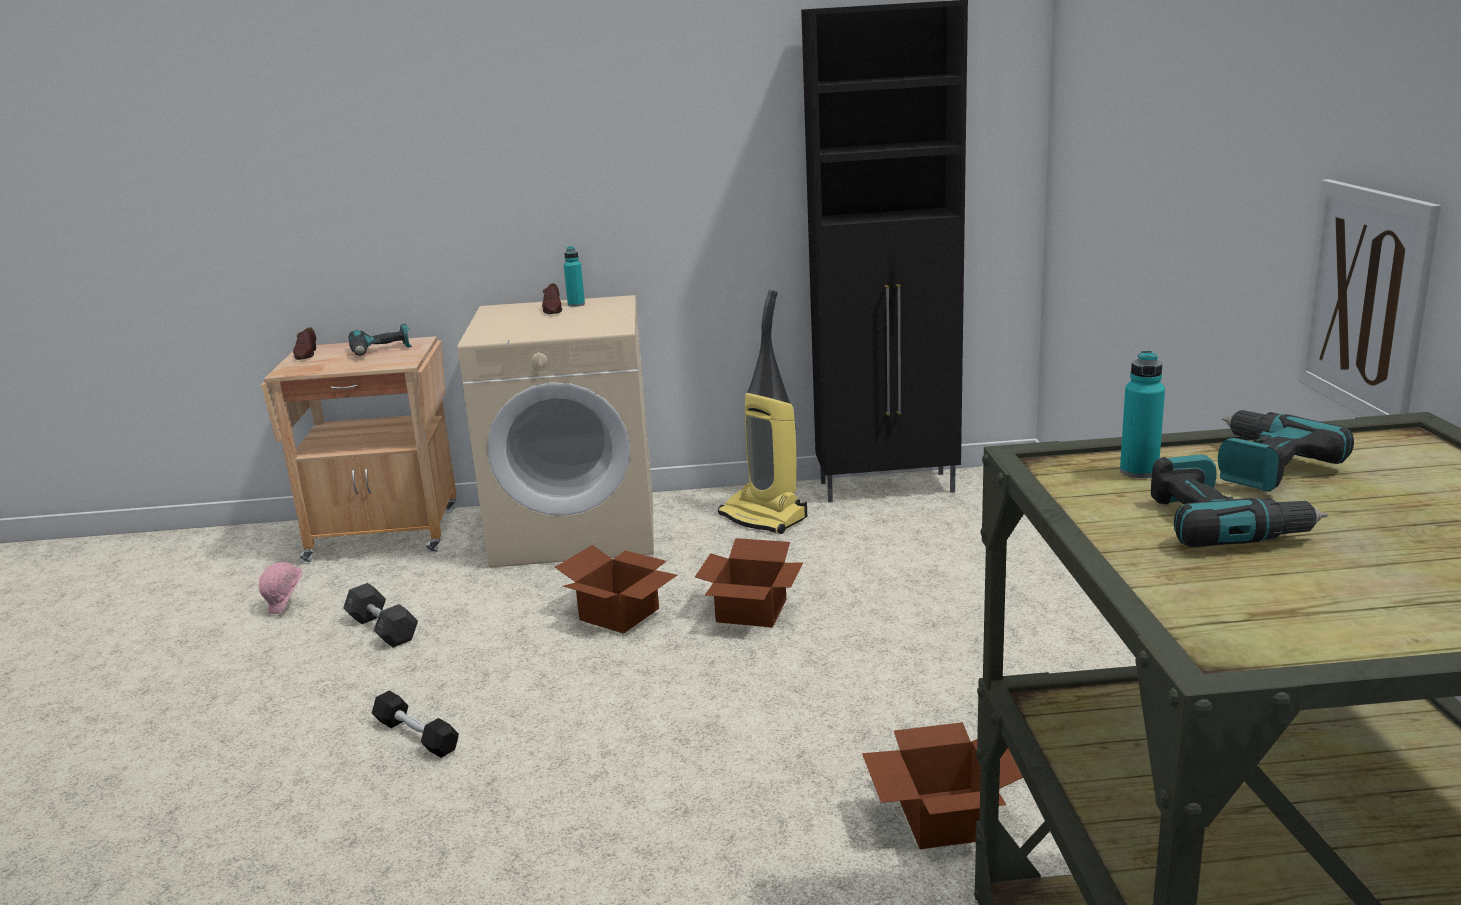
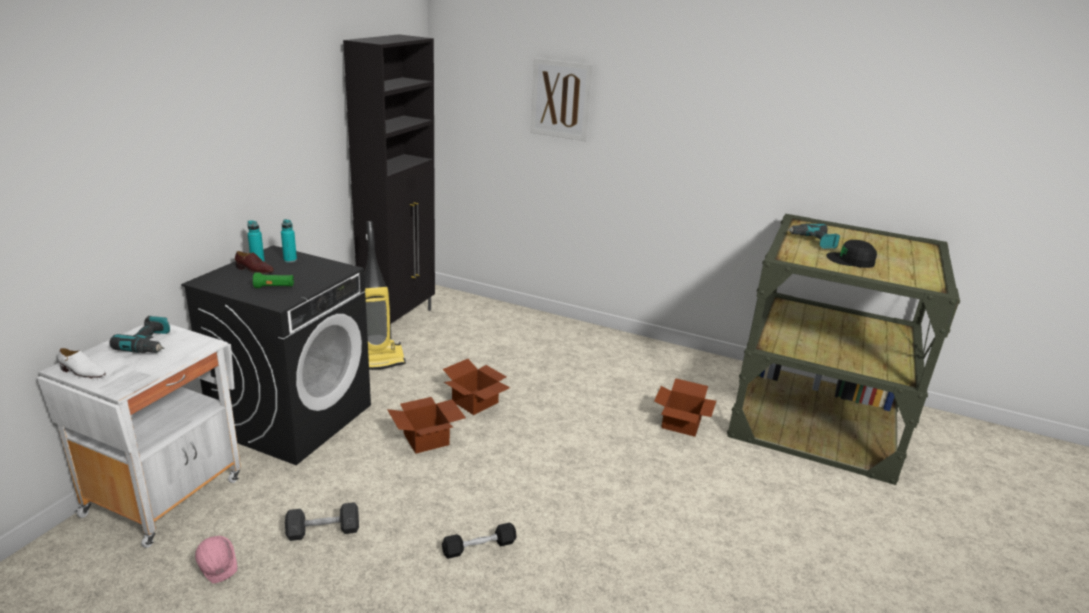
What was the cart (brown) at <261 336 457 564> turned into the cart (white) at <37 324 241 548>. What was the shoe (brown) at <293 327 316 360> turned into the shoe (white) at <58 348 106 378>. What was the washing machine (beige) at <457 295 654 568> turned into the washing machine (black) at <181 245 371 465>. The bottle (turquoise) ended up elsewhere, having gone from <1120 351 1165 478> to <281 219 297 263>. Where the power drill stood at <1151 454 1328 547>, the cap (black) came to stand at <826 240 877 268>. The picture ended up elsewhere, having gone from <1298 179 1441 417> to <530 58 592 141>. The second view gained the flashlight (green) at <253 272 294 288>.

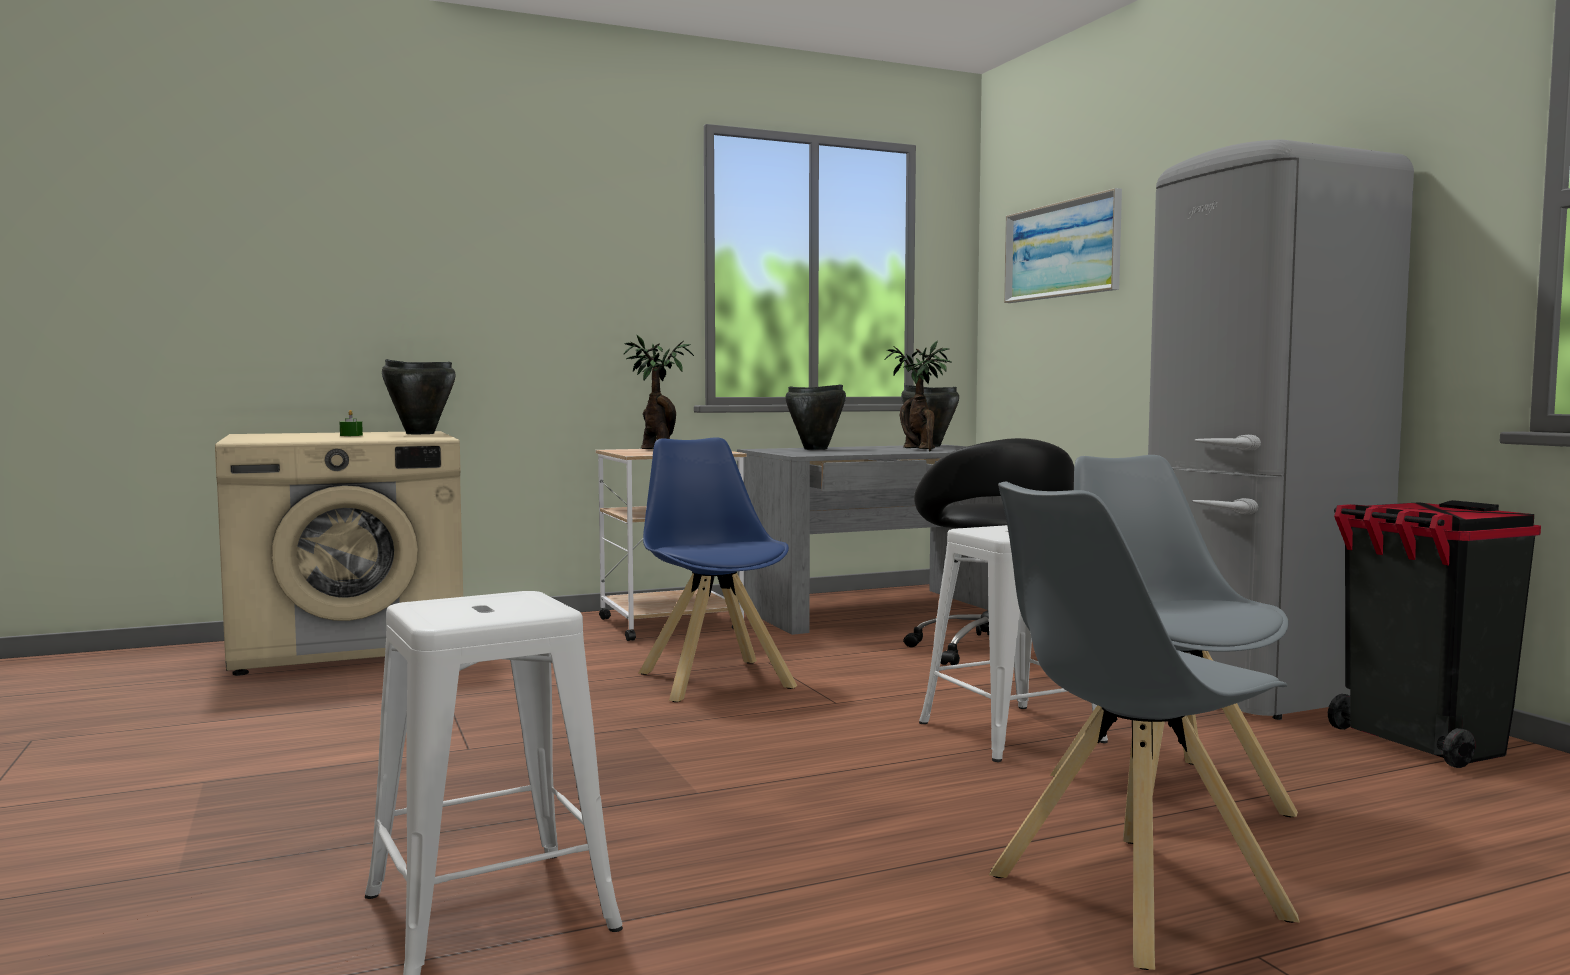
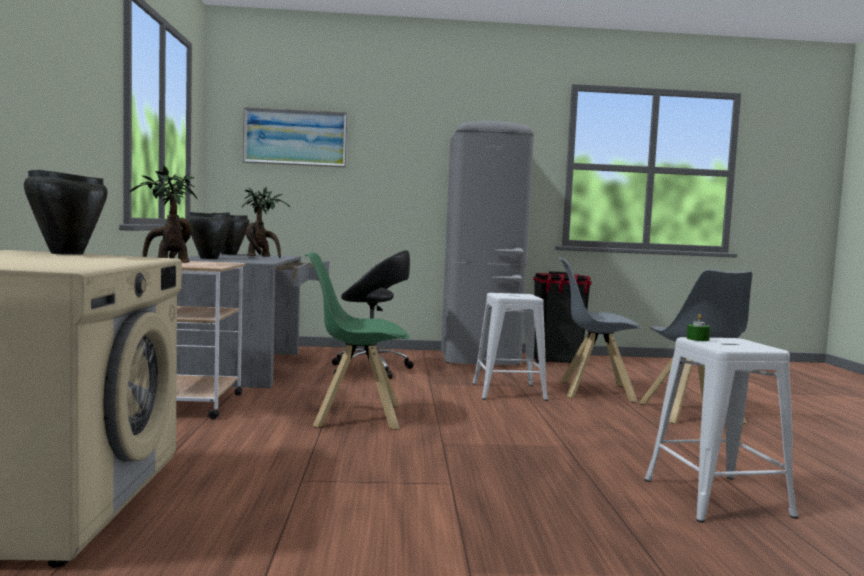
The candle (green) ended up elsewhere, having gone from <340 410 363 436> to <687 314 710 341>. What was the chair (blue) at <639 437 797 702> turned into the chair (green) at <305 252 409 430>.

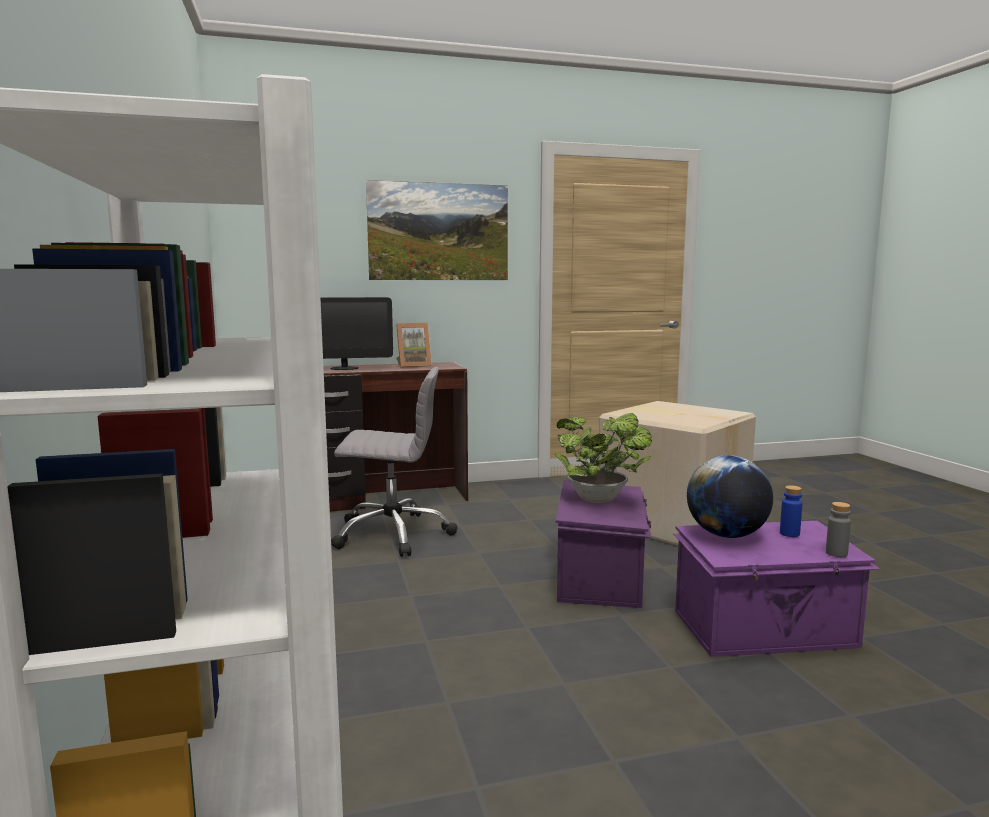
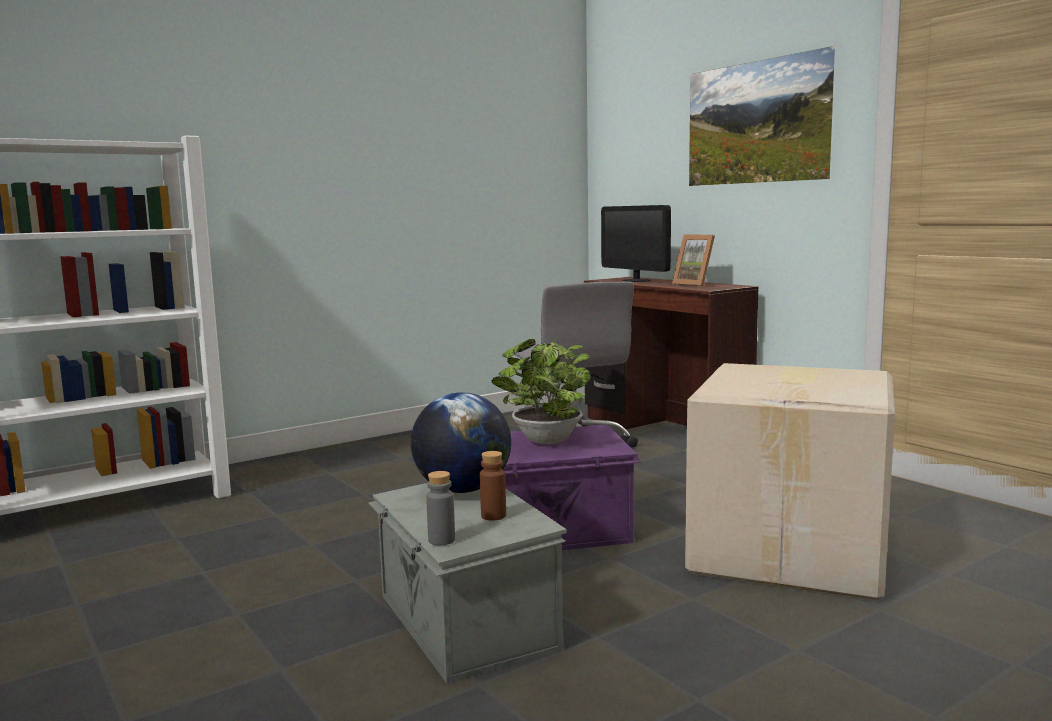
What was the storage box (purple) at <674 521 880 657> turned into the storage box (grey) at <368 483 567 683>. What was the bottle (blue) at <780 485 802 537> turned into the bottle (brown) at <480 451 506 521>.

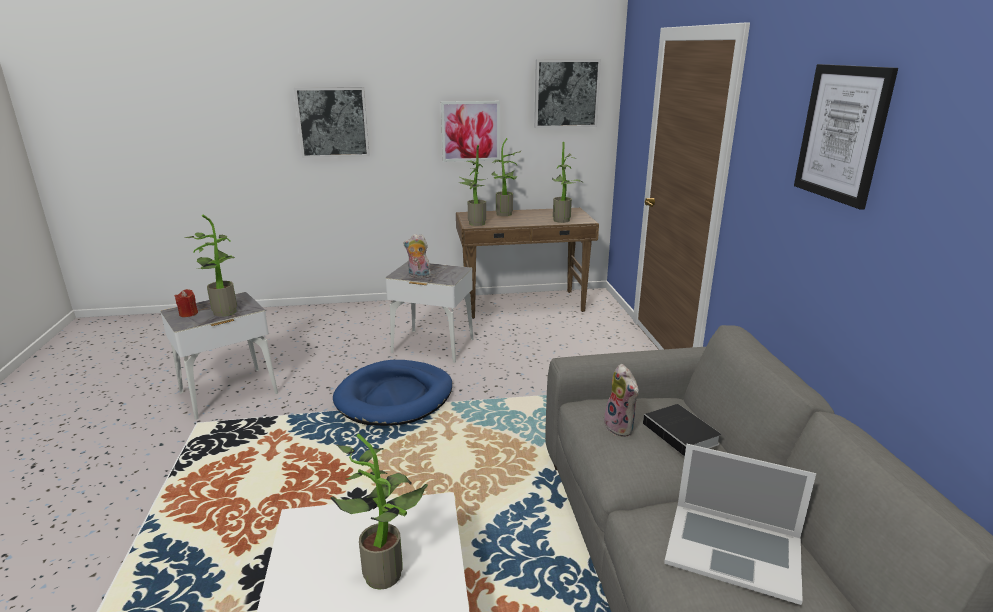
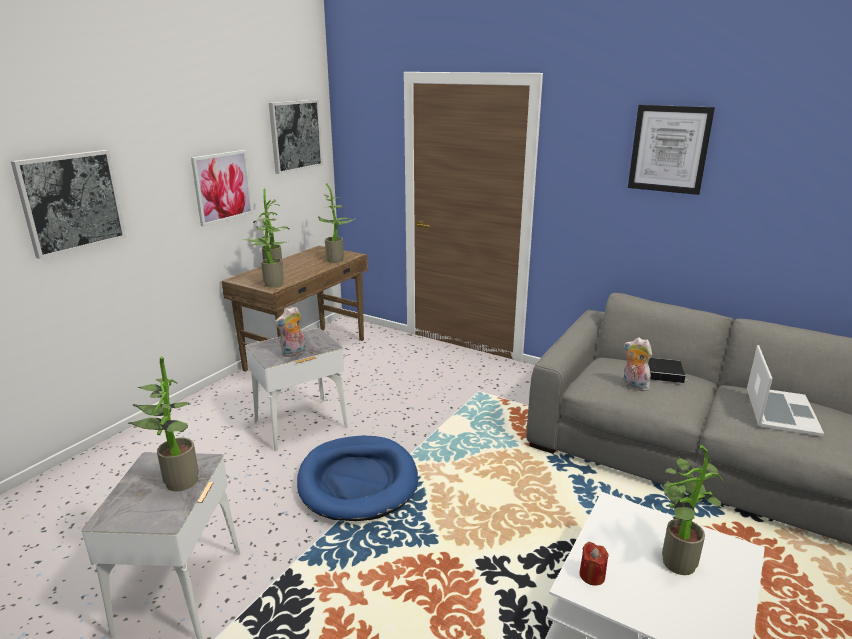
The candle (red) ended up elsewhere, having gone from <175 289 198 317> to <580 542 609 586>. The plush toy at <604 364 639 437> ended up facing another way, 150 degrees counterclockwise from before. The laptop at <664 444 816 605> ended up facing another way, 45 degrees counterclockwise from before.

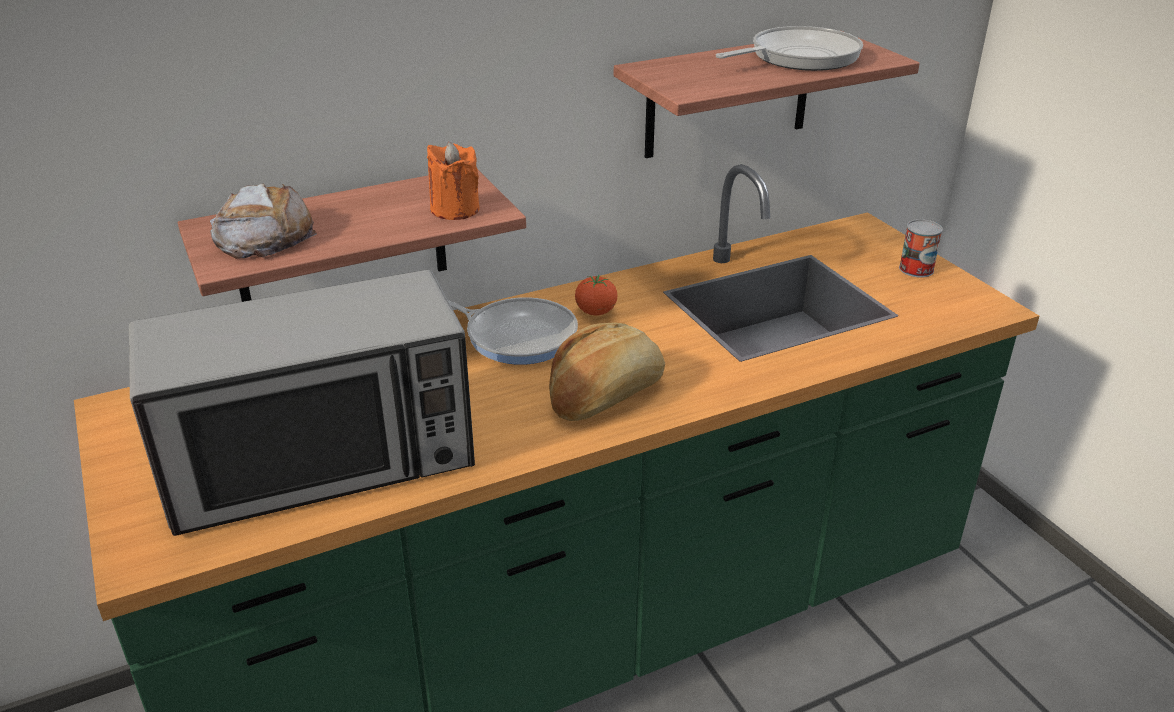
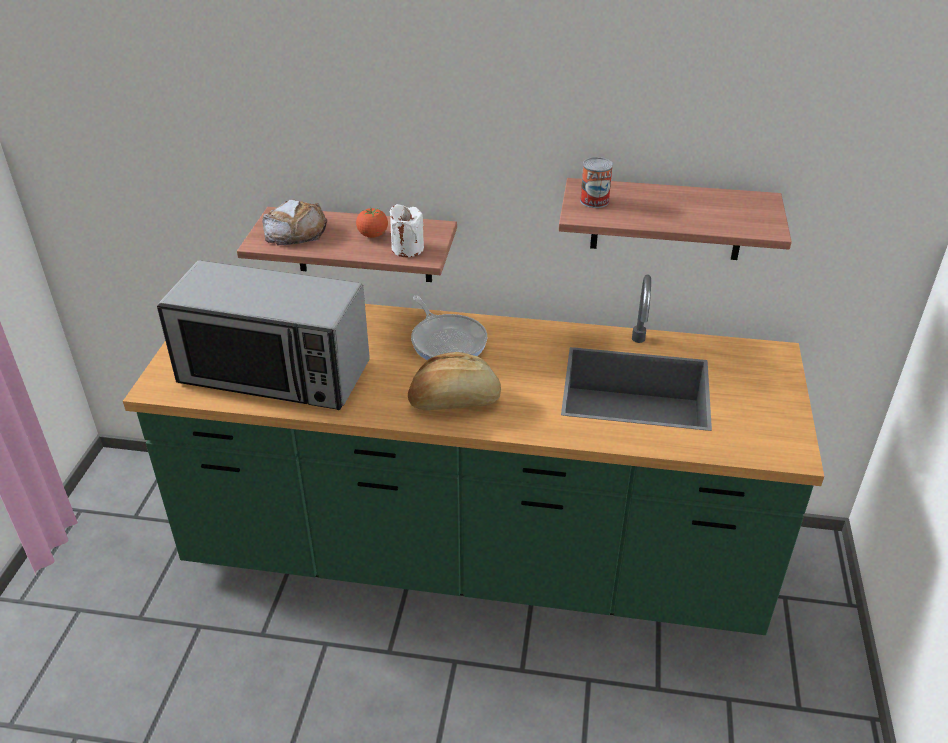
What was the candle (orange) at <427 142 479 220> turned into the candle (white) at <389 204 424 257>. The tomato ended up elsewhere, having gone from <575 275 617 316> to <356 208 388 238>. The second view lost the frying pan at <716 26 863 71>. The can ended up elsewhere, having gone from <899 219 943 278> to <580 157 613 208>.

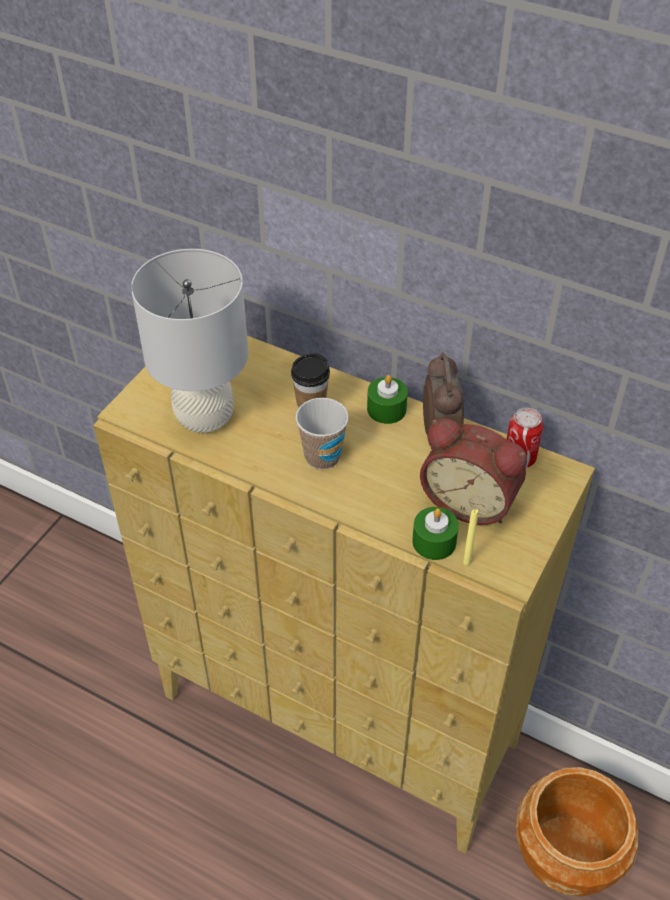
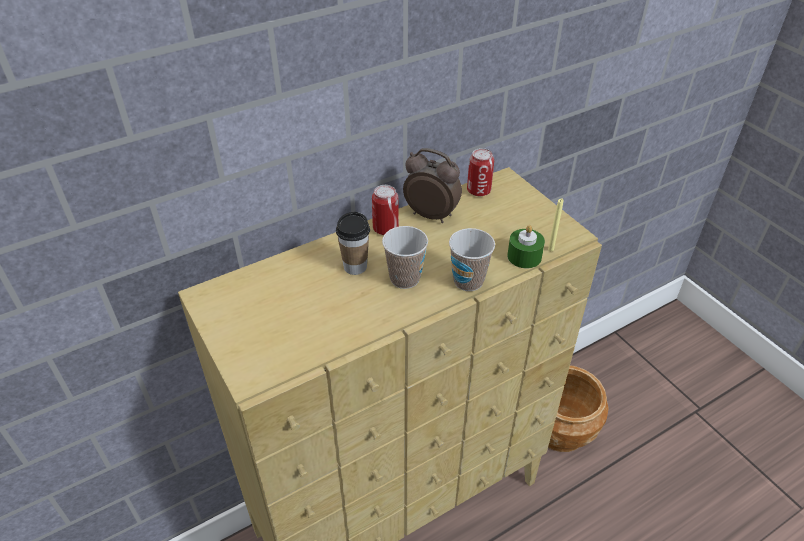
The second view lost the table lamp (grey) at <131 249 248 433>. Where the candle (green) stood at <367 375 408 424>, the can came to stand at <372 185 399 235>. The second view lost the alarm clock at <420 418 527 525>. The second view gained the cup at <449 228 495 291>.

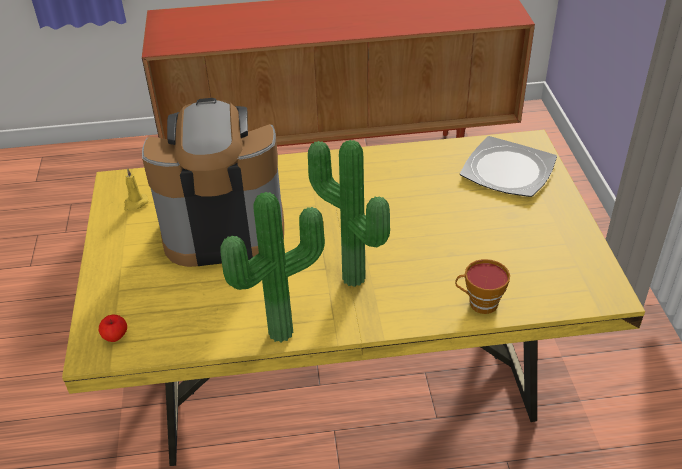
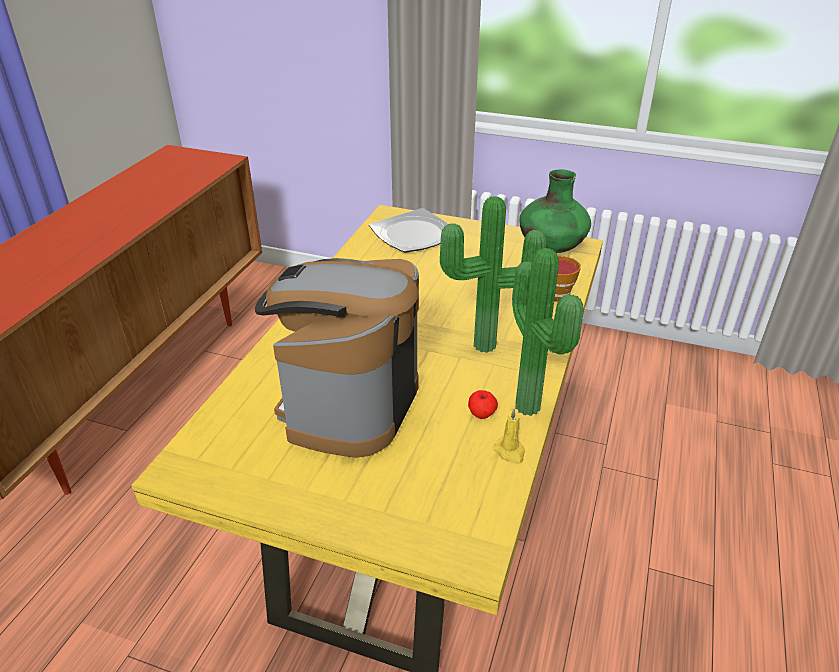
The apple ended up elsewhere, having gone from <99 315 127 342> to <468 390 498 419>. The candle (yellow) ended up elsewhere, having gone from <124 168 149 211> to <494 409 525 464>. The second view gained the vase (green) at <519 170 591 253>.

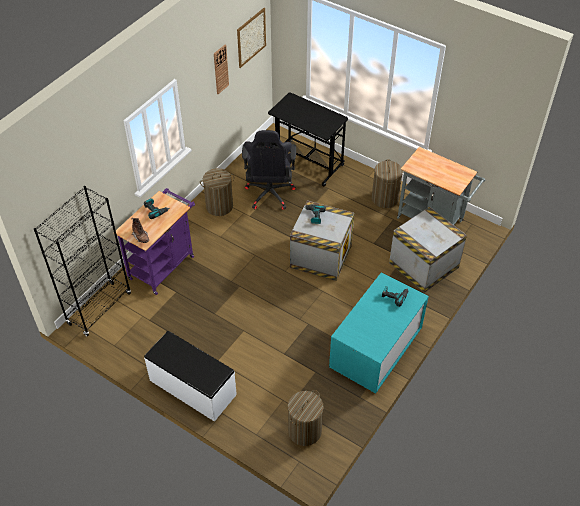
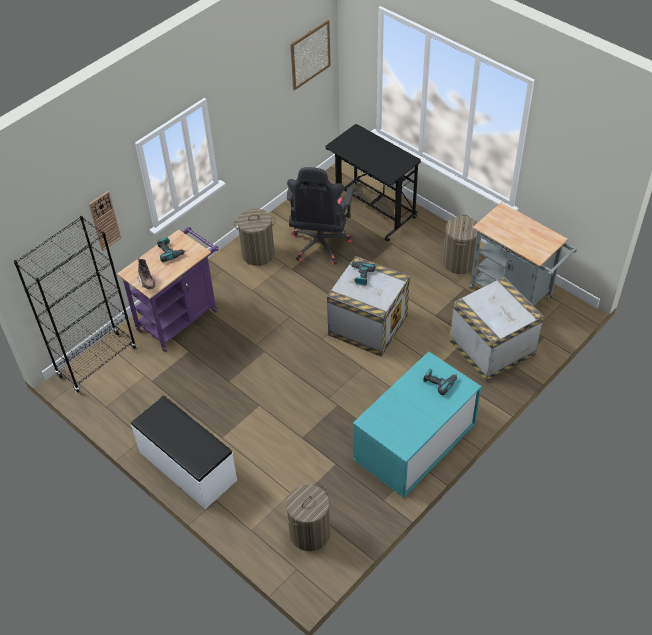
The wall clock ended up elsewhere, having gone from <214 44 229 94> to <89 191 121 251>.

